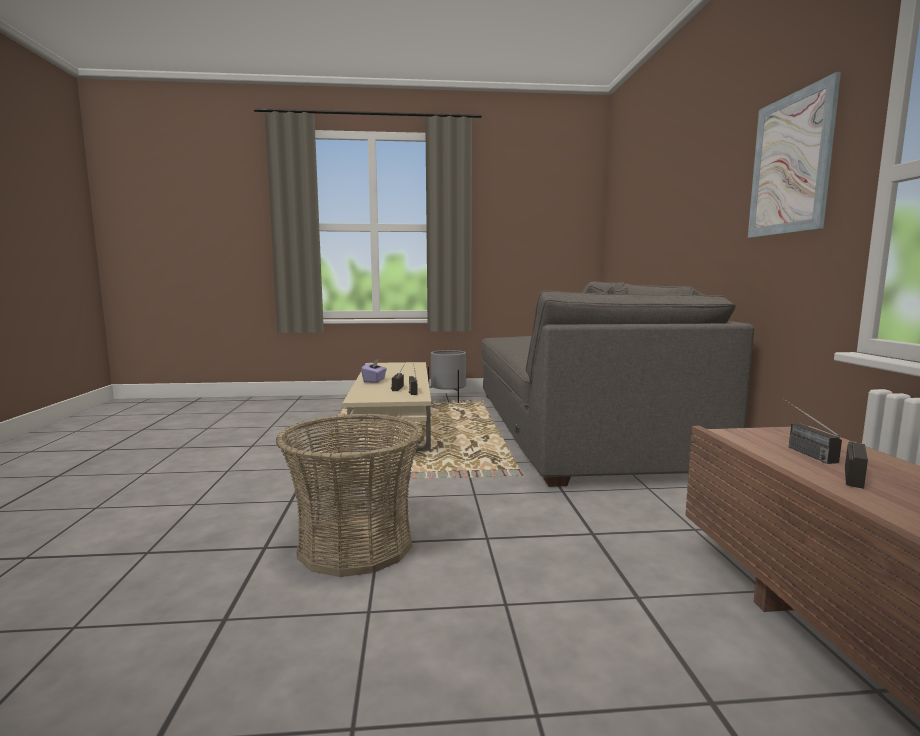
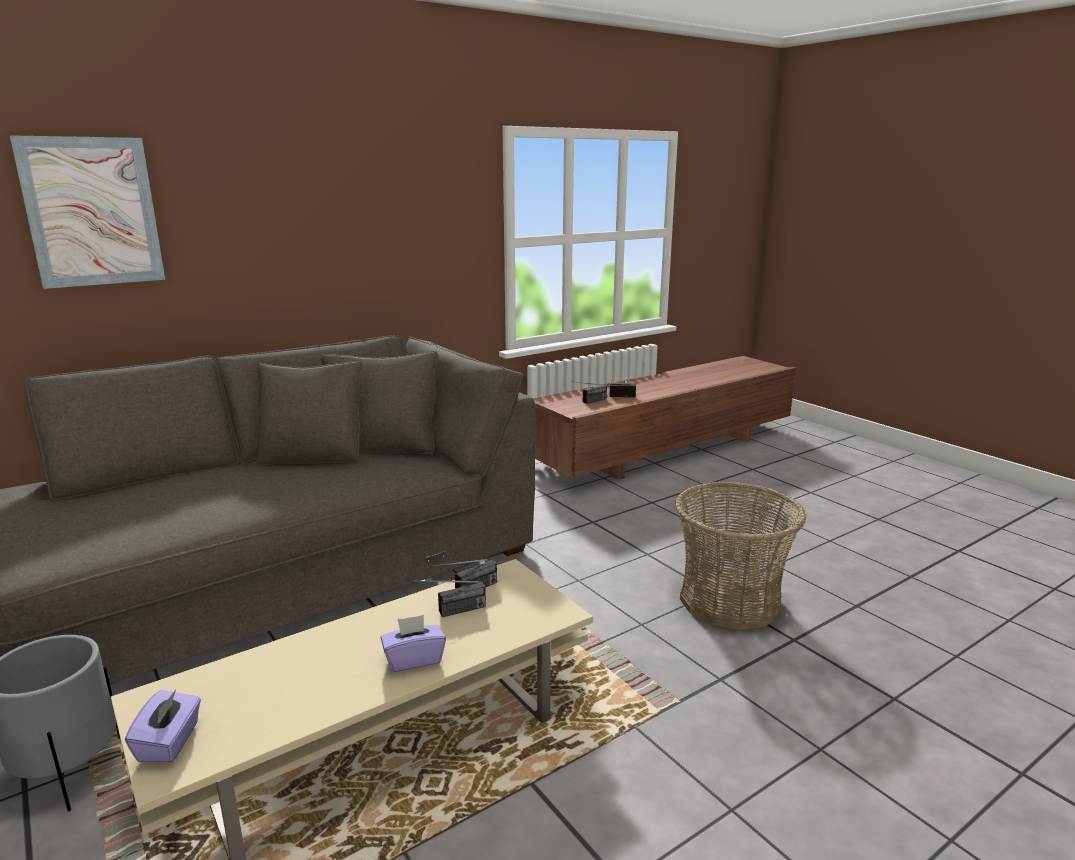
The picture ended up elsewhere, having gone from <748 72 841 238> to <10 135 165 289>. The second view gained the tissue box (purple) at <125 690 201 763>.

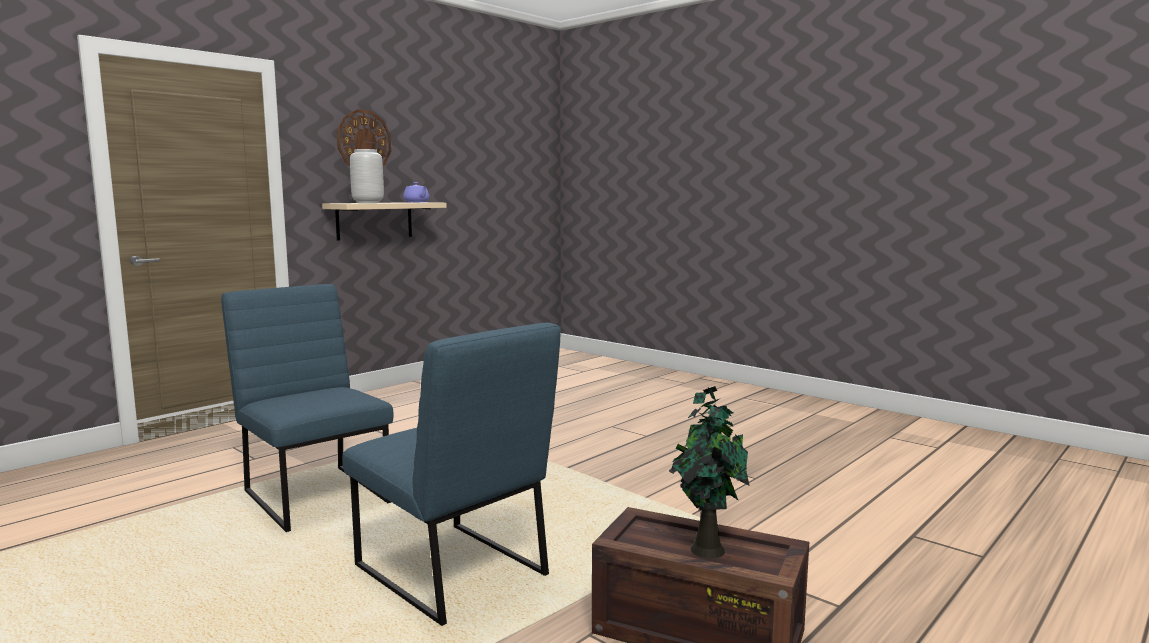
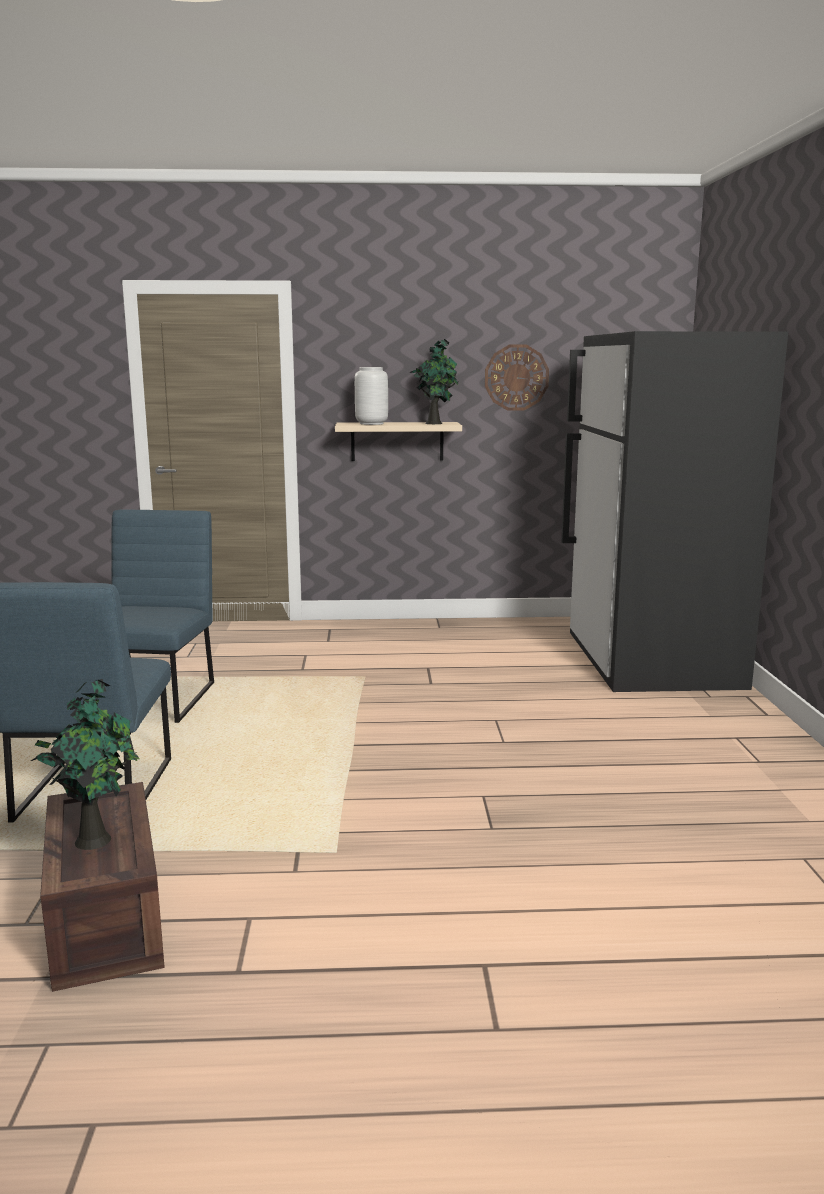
The wall clock ended up elsewhere, having gone from <337 109 391 166> to <485 345 549 411>. Where the teapot (purple) stood at <403 182 429 202>, the potted plant came to stand at <409 339 459 424>. The second view gained the fridge (black) at <561 331 788 692>.

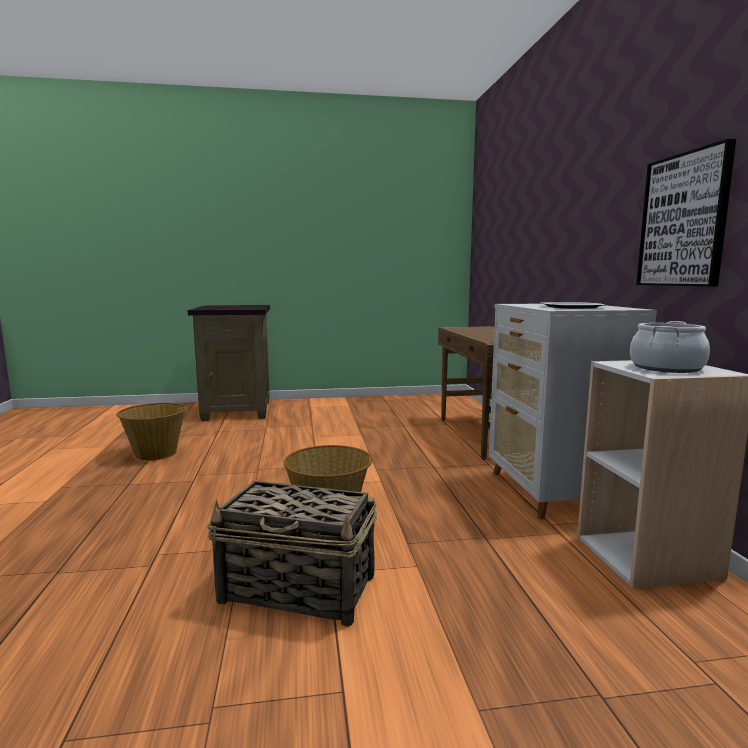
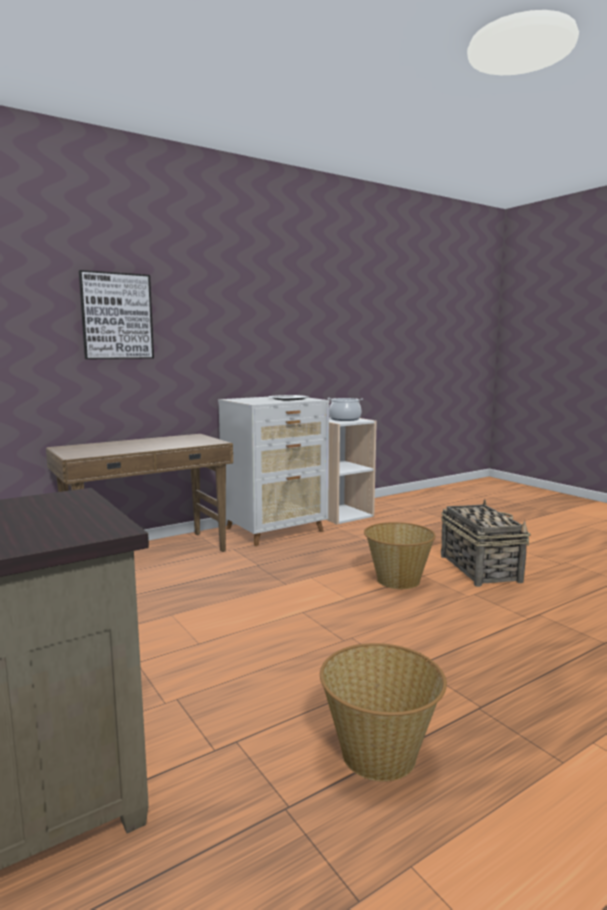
The picture ended up elsewhere, having gone from <636 139 736 286> to <79 270 154 359>.

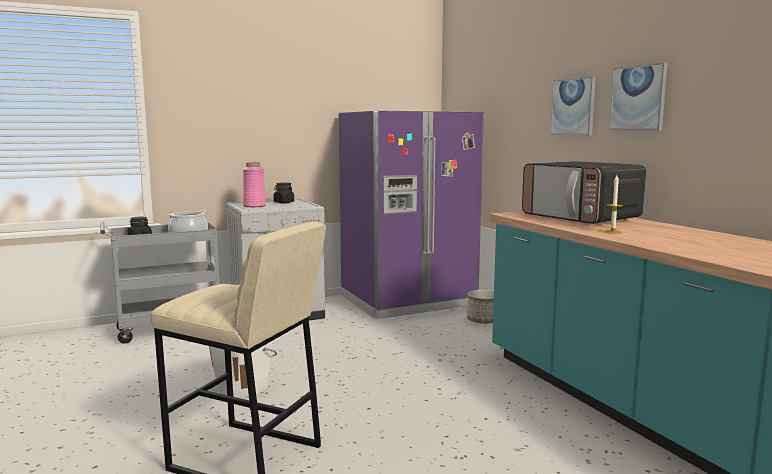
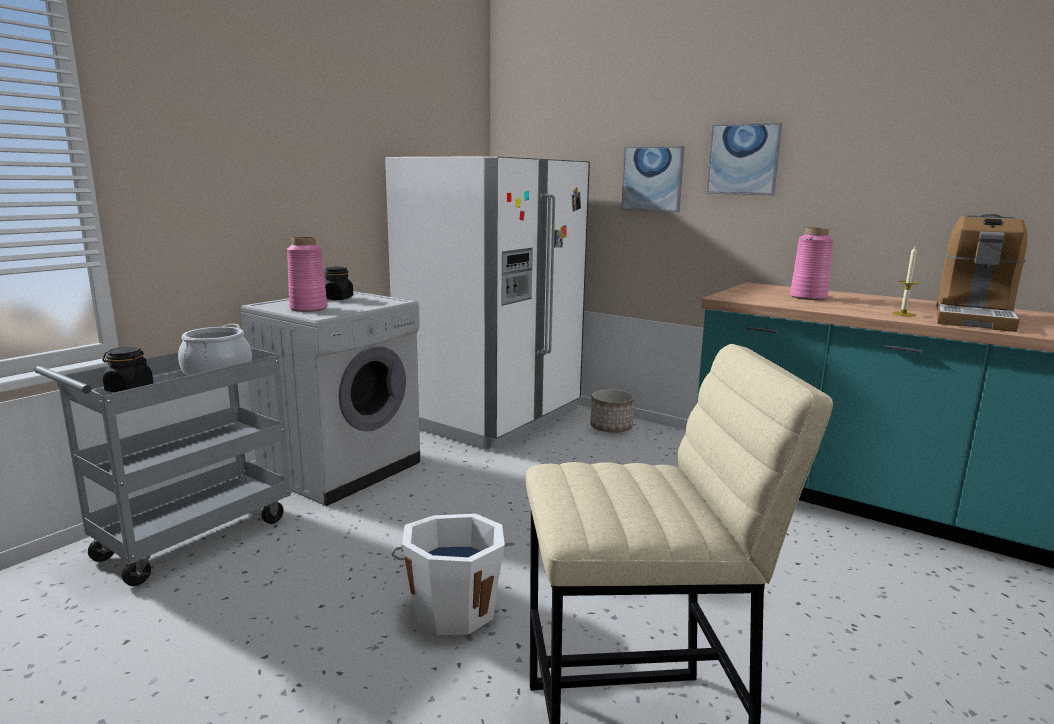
What was the fridge (purple) at <339 111 484 319> turned into the fridge (white) at <385 156 590 450>. Where the microwave stood at <522 161 646 224>, the vase (pink) came to stand at <790 228 833 300>. The picture ended up elsewhere, having gone from <609 62 668 130> to <621 146 684 212>. The second view gained the coffee machine at <936 214 1028 332>.

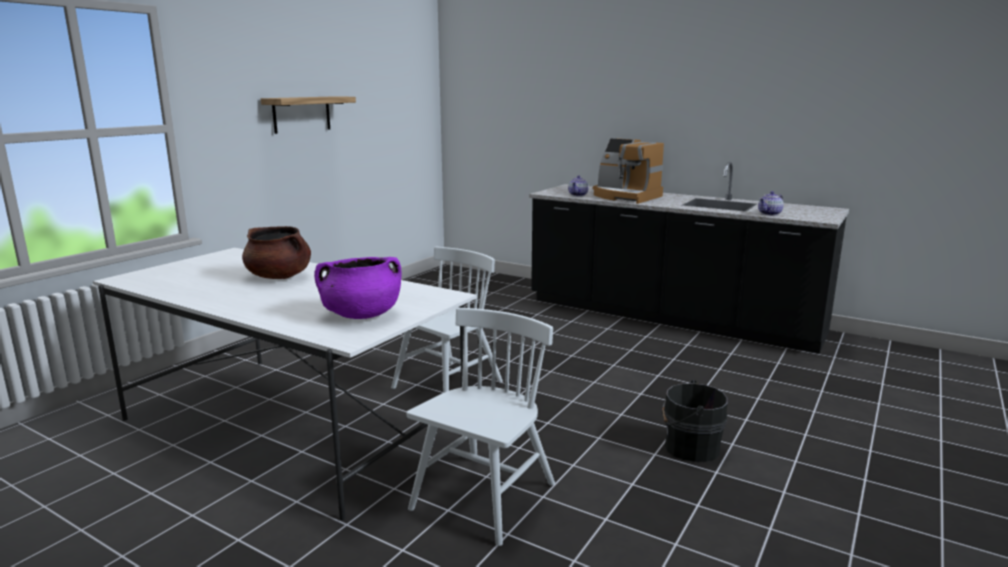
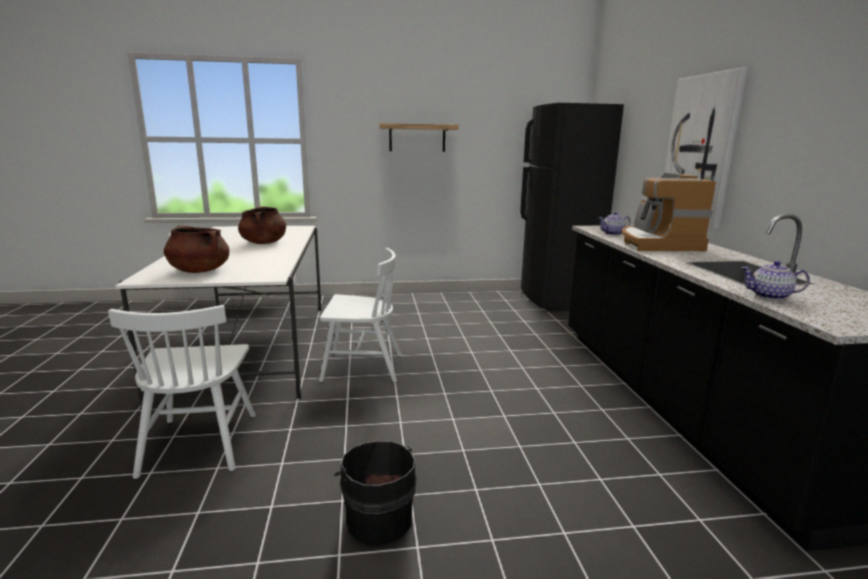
What was the cooking pot (purple) at <314 257 401 319> turned into the cooking pot (brown) at <164 225 229 273>. The chair (white) at <407 308 555 546> ended up facing another way, 90 degrees clockwise from before. The second view gained the fridge (black) at <520 103 624 311>. The second view gained the picture at <665 67 748 228>.

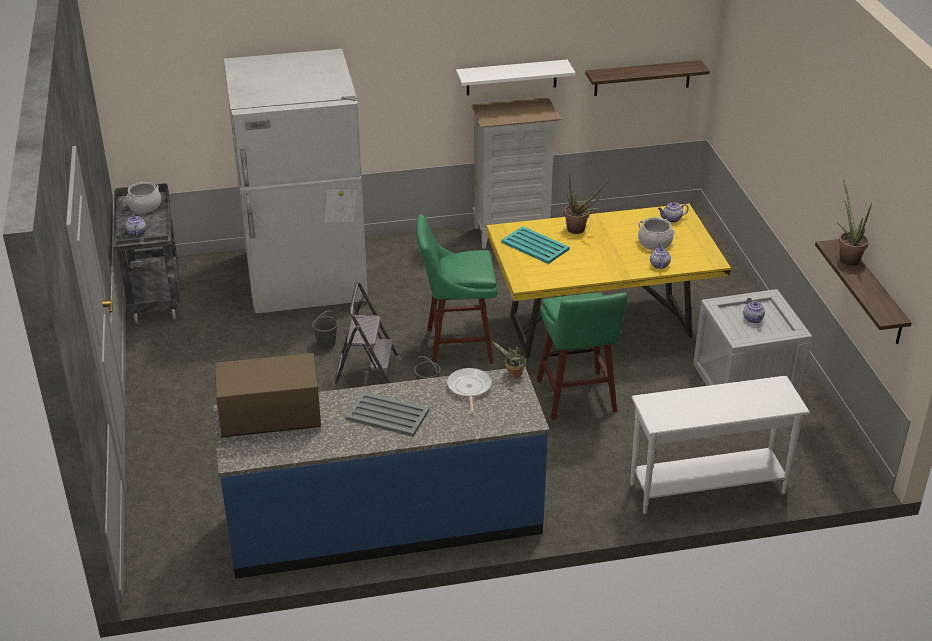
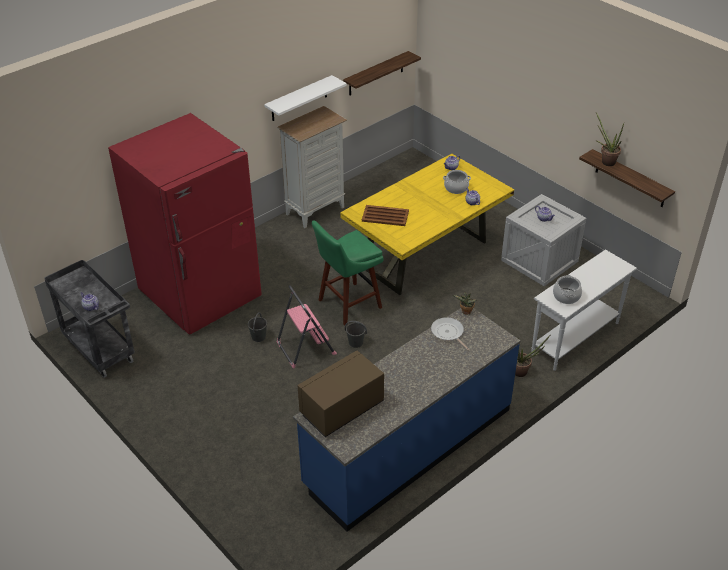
The cooking pot ended up elsewhere, having gone from <127 182 161 213> to <553 275 582 304>. What was the fridge (white) at <224 49 368 313> turned into the fridge (red) at <108 113 262 334>. What was the step ladder (grey) at <333 282 402 390> turned into the step ladder (pink) at <277 285 337 369>. The second view lost the tray (grey) at <345 392 429 437>. What was the tray (turquoise) at <501 226 570 264> turned into the tray (brown) at <362 205 409 226>. The second view lost the stool (green) at <536 292 628 420>. The potted plant ended up elsewhere, having gone from <564 173 608 234> to <515 334 551 377>.

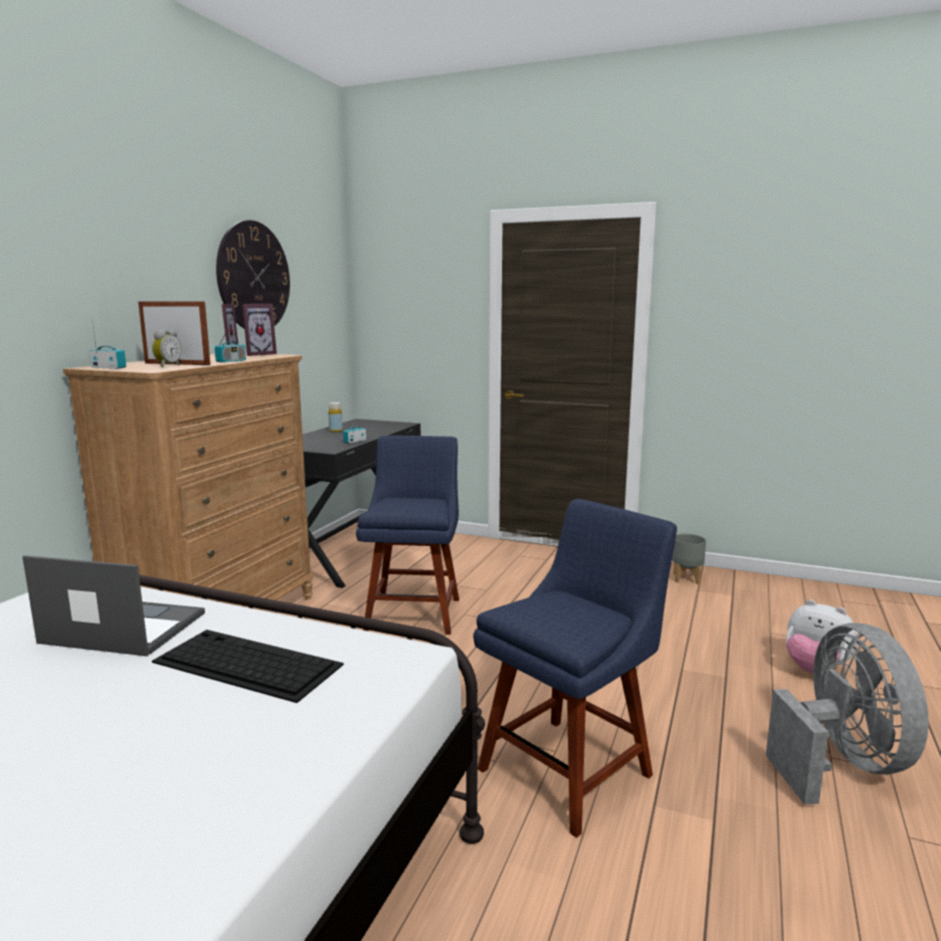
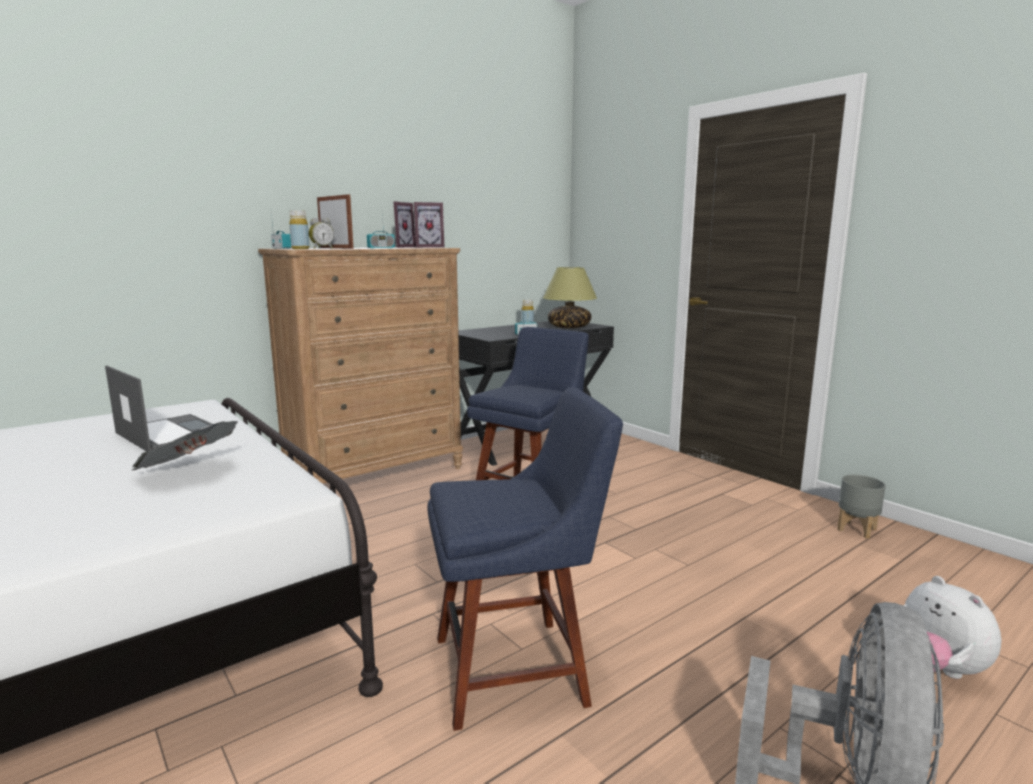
Where the keyboard stood at <152 630 344 703>, the newspaper came to stand at <132 421 238 470>. The second view lost the wall clock at <216 220 290 329>. The second view gained the bottle (yellow) at <290 211 310 249>. The second view gained the table lamp at <543 267 597 328>.

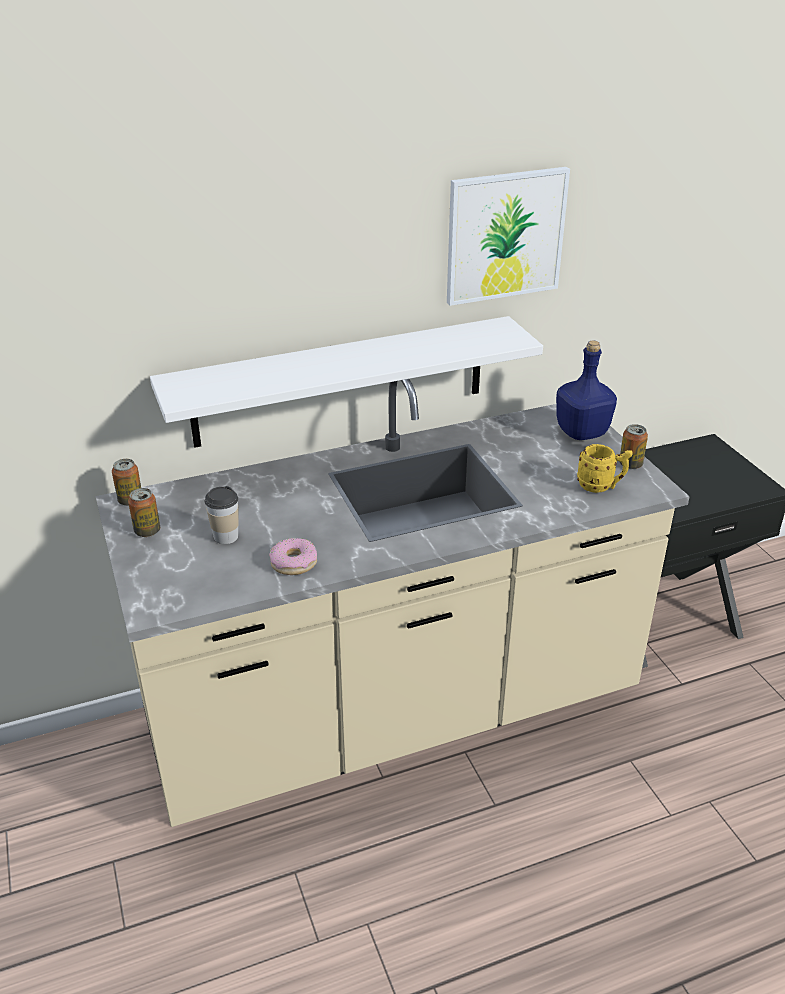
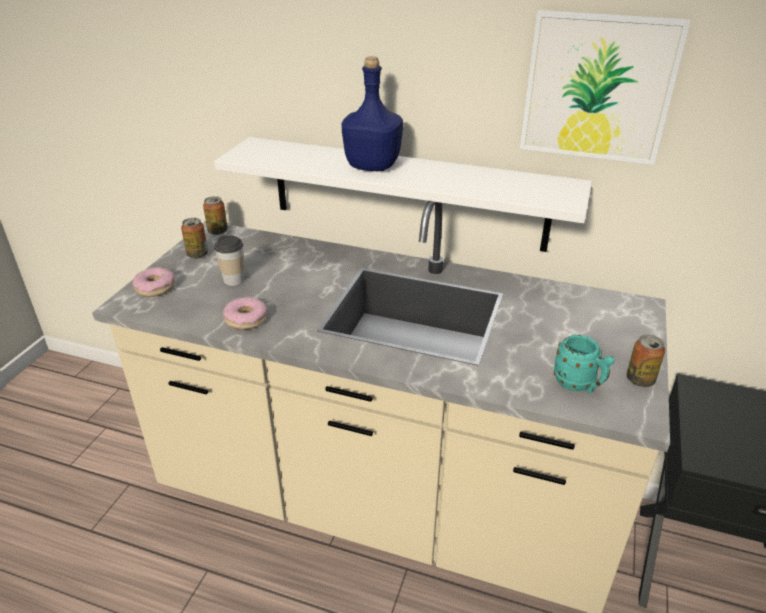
The bottle (blue) ended up elsewhere, having gone from <556 341 617 440> to <342 56 403 171>. What was the mug (yellow) at <577 444 633 493> turned into the mug (turquoise) at <554 335 615 393>. The second view gained the donut at <132 267 175 297>.

